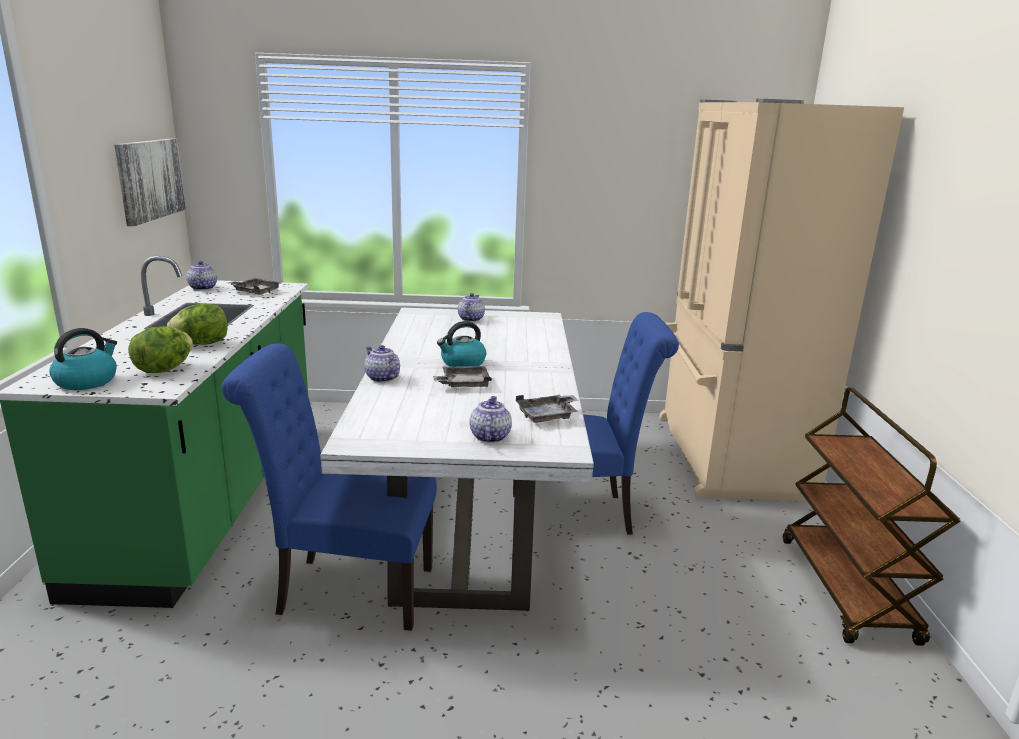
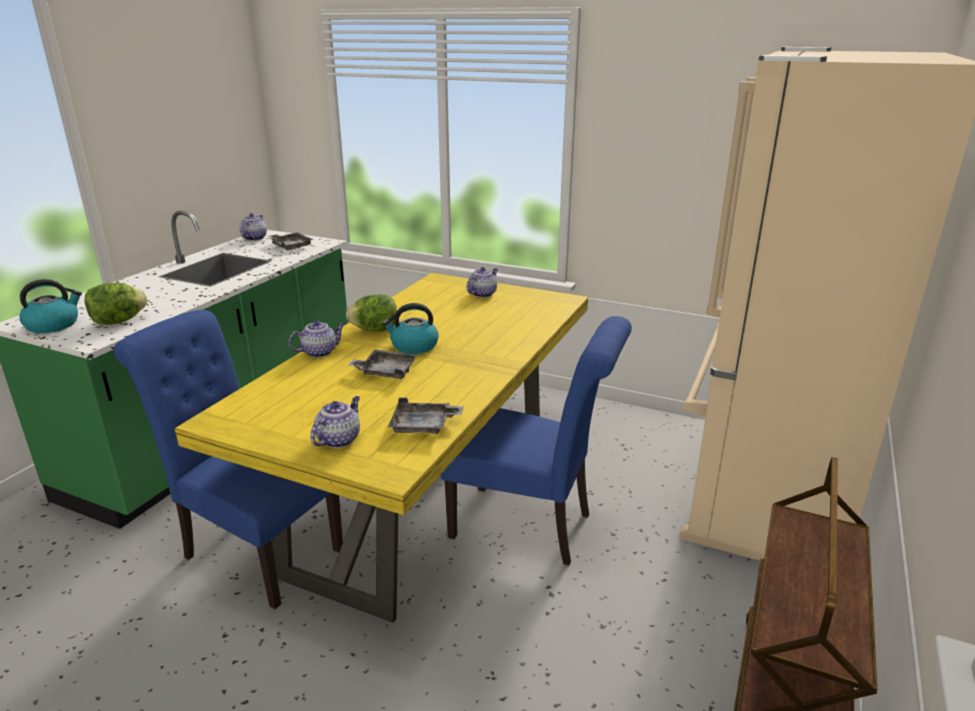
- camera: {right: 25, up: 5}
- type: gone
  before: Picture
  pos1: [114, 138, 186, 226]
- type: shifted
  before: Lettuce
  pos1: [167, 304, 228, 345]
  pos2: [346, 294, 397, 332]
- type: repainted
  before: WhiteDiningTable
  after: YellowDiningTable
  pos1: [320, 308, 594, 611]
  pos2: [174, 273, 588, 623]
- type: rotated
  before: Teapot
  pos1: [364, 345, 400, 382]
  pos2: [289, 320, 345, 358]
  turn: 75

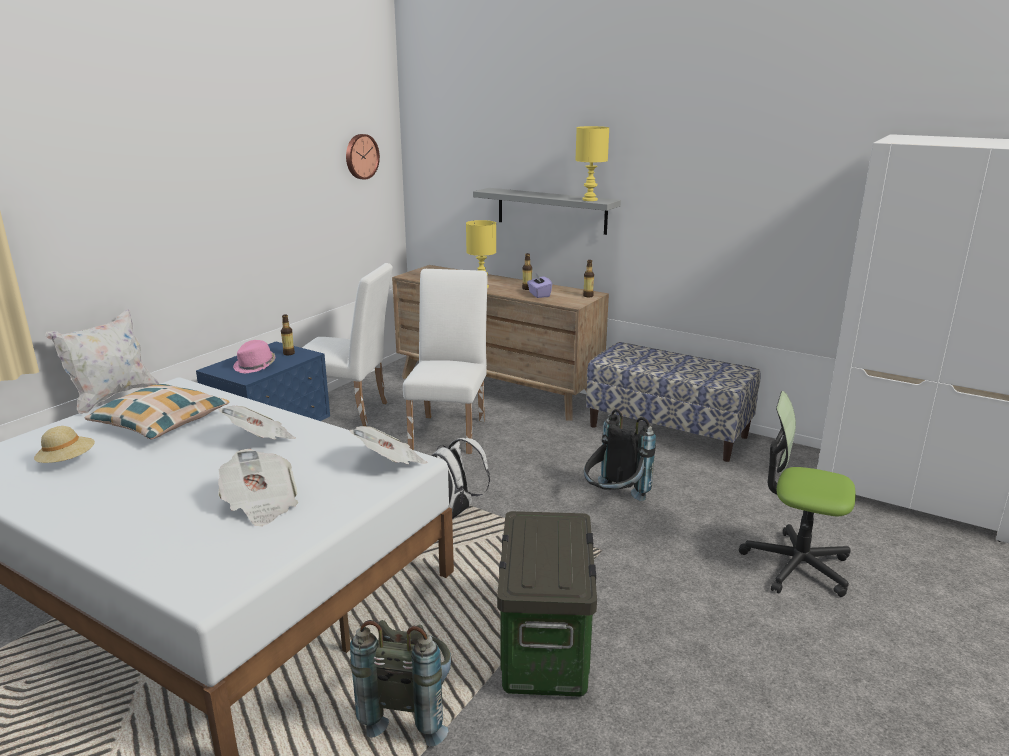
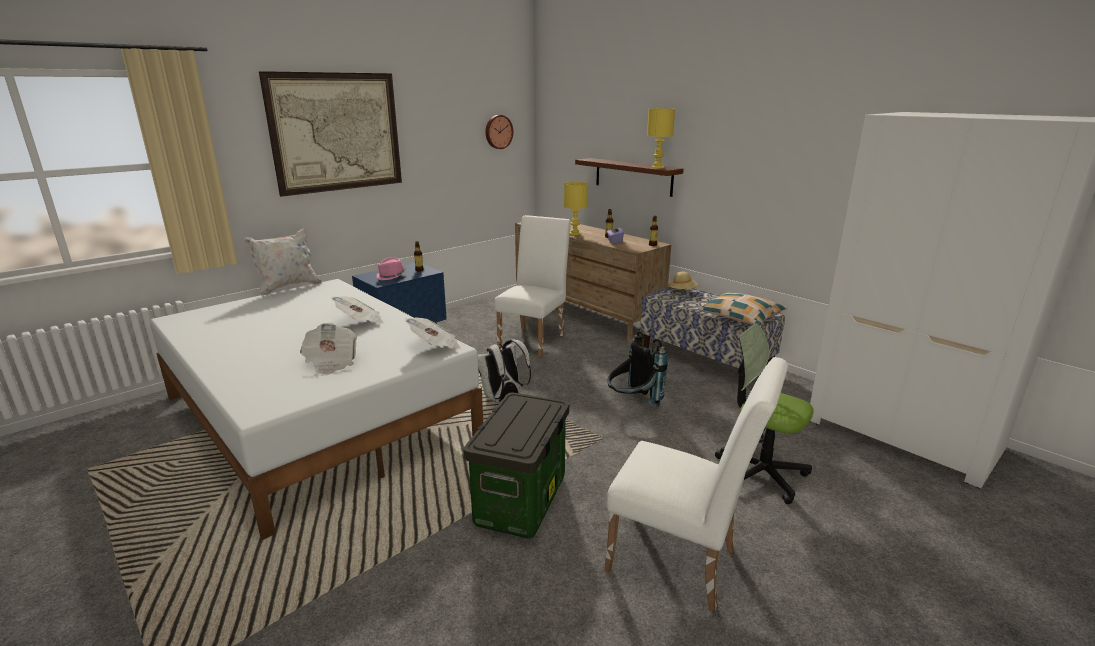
- camera: {right: 15, up: 0}
- type: gone
  before: GreyBackpack
  pos1: [350, 620, 451, 747]
- type: new
  after: Picture
  pos2: [259, 71, 402, 197]
- type: shifted
  before: BeigeHat
  pos1: [34, 426, 95, 463]
  pos2: [668, 272, 698, 289]
- type: shifted
  before: Pillow
  pos1: [84, 384, 229, 439]
  pos2: [698, 292, 787, 326]
- type: shifted
  before: WhiteChair
  pos1: [302, 263, 393, 426]
  pos2: [604, 357, 788, 612]
- type: repainted
  before: GreyShelf
  after: BrownShelf
  pos1: [473, 188, 621, 235]
  pos2: [575, 158, 684, 197]

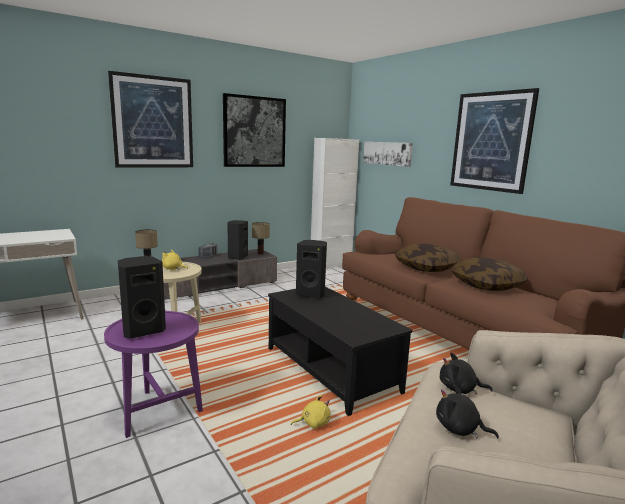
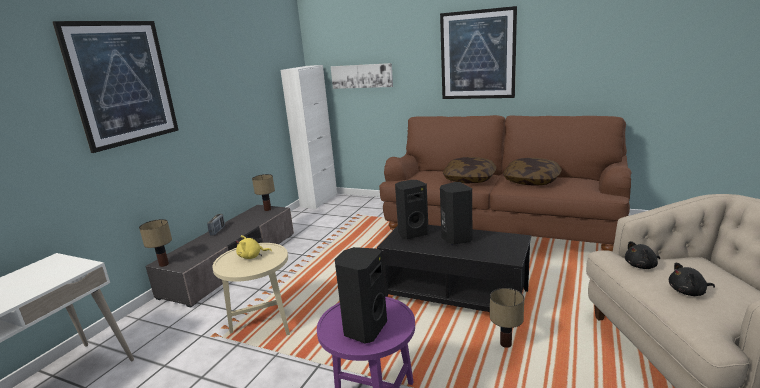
- camera: {right: -30, up: 5}
- type: gone
  before: Picture
  pos1: [223, 93, 286, 167]
- type: shifted
  before: BlackSpeaker
  pos1: [227, 220, 248, 260]
  pos2: [440, 182, 473, 244]
- type: swapped
  before: YellowPlushToy
  after: TableLamp
  pos1: [291, 395, 331, 429]
  pos2: [490, 288, 524, 348]

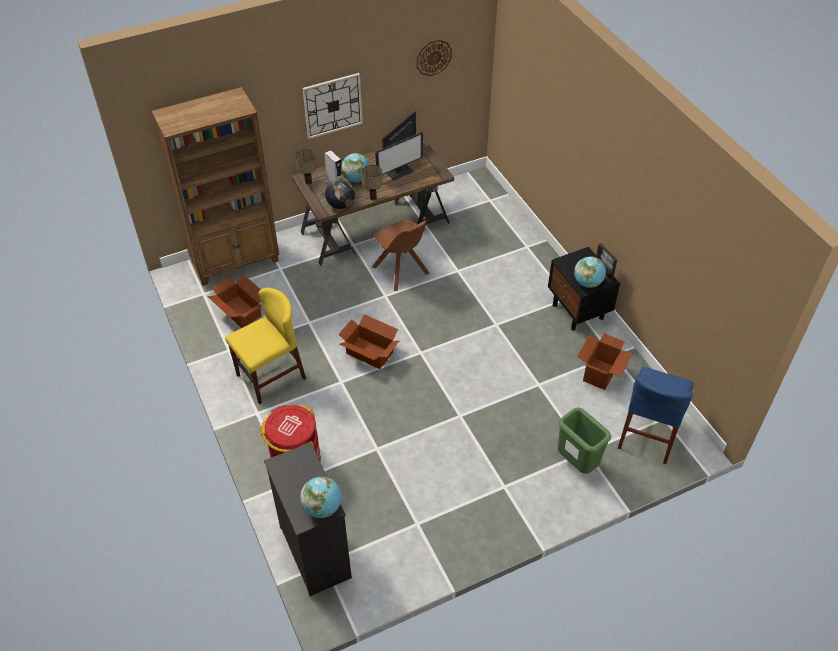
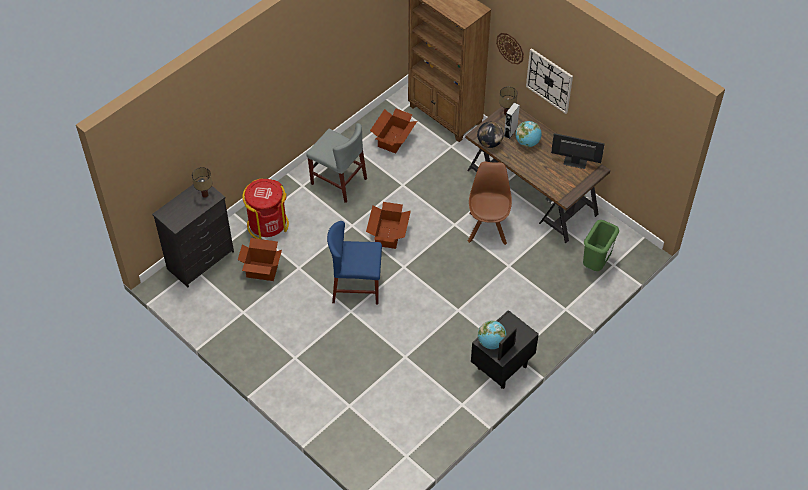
- camera: {right: 70, up: 5}
- type: gone
  before: Globe
  pos1: [300, 477, 341, 518]
- type: gone
  before: Monitor
  pos1: [375, 132, 423, 181]
- type: shifted
  before: TableLamp
  pos1: [362, 165, 383, 200]
  pos2: [192, 167, 212, 198]
- type: shifted
  before: WallClock
  pos1: [416, 40, 452, 76]
  pos2: [496, 33, 524, 65]
- type: shifted
  before: GreenTrashCan
  pos1: [558, 407, 611, 474]
  pos2: [583, 220, 619, 271]
- type: shifted
  before: CardboardBox
  pos1: [577, 333, 633, 390]
  pos2: [238, 238, 282, 281]
- type: shifted
  before: BlueChair
  pos1: [618, 367, 694, 464]
  pos2: [327, 221, 382, 304]
- type: repainted
  before: YellowChair
  after: GreyChair
  pos1: [225, 288, 306, 404]
  pos2: [306, 123, 367, 203]
- type: rotated
  before: BrownChair
  pos1: [372, 219, 429, 291]
  pos2: [468, 161, 512, 245]
  turn: 150

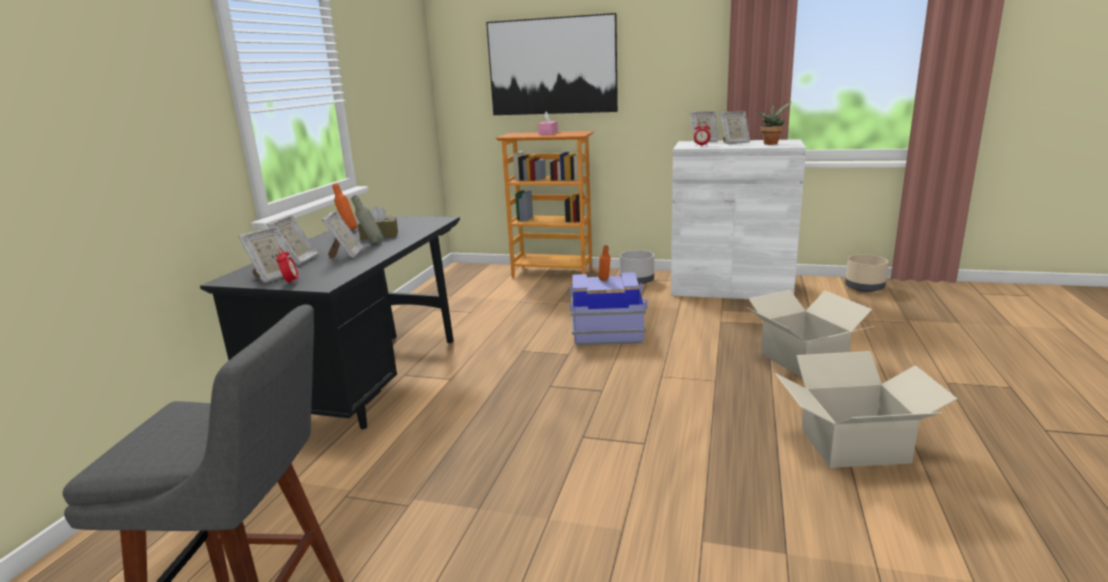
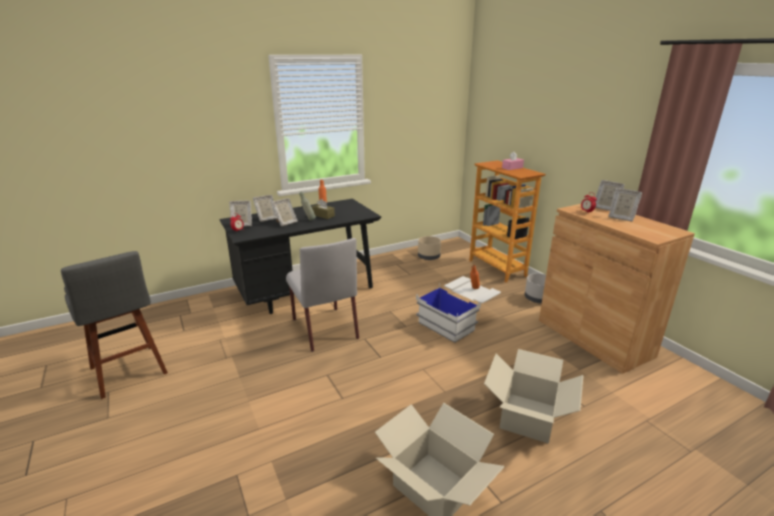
- camera: {right: 45, up: 5}
- type: gone
  before: Picture
  pos1: [486, 13, 618, 115]
- type: gone
  before: PottedPlant
  pos1: [757, 102, 792, 145]
- type: new
  after: GreyChair
  pos2: [286, 238, 359, 352]
- type: shifted
  before: BeigePlanter
  pos1: [845, 255, 889, 292]
  pos2: [418, 236, 441, 260]
- type: repainted
  before: BlueStorageBox
  after: WhiteStorageBox
  pos1: [570, 272, 648, 346]
  pos2: [416, 276, 501, 343]
- type: repainted
  before: WhiteCabinet
  after: BrownCabinet
  pos1: [671, 139, 806, 299]
  pos2: [539, 204, 695, 374]

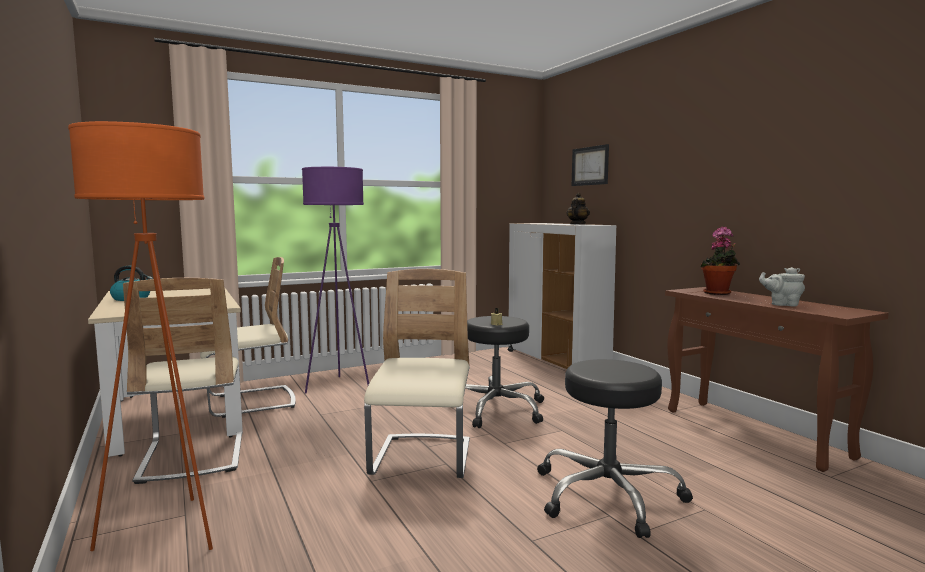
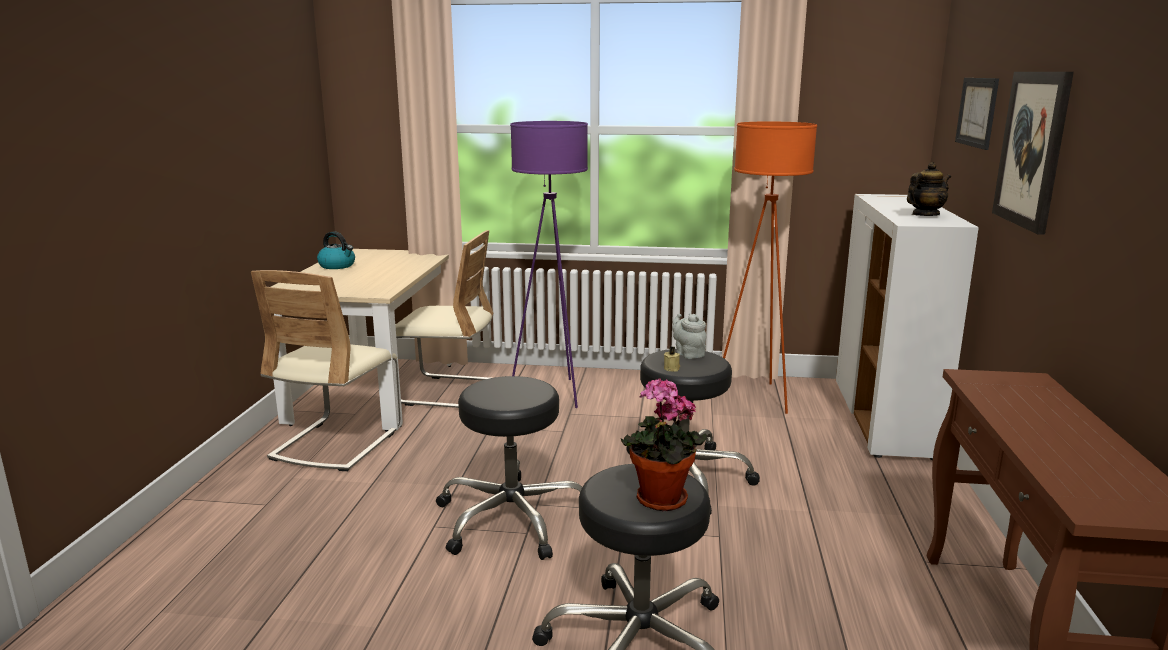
- camera: {right: 35, up: 10}
- type: new
  after: Picture
  pos2: [992, 72, 1074, 235]
- type: shifted
  before: OrangeFloorLamp
  pos1: [68, 121, 213, 551]
  pos2: [723, 121, 817, 414]
- type: shifted
  before: PottedPlant
  pos1: [700, 226, 740, 295]
  pos2: [621, 378, 707, 512]
- type: shifted
  before: GreyTeapot
  pos1: [759, 267, 805, 306]
  pos2: [672, 313, 706, 359]
- type: swapped
  before: BeigeChair
  after: BlackStool
  pos1: [364, 269, 470, 478]
  pos2: [436, 376, 582, 560]

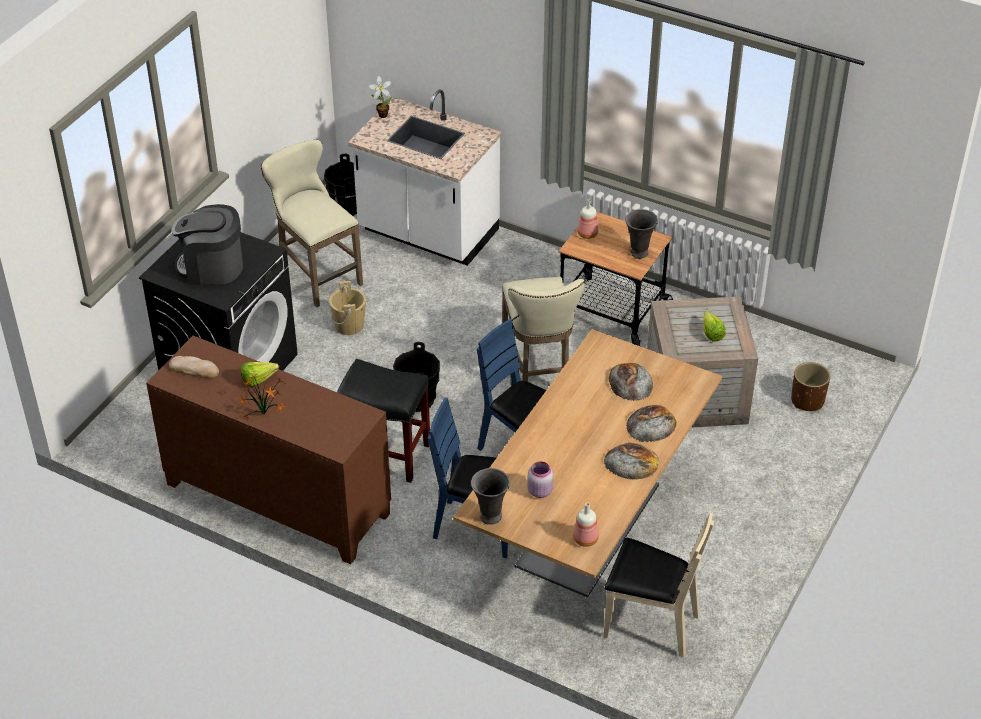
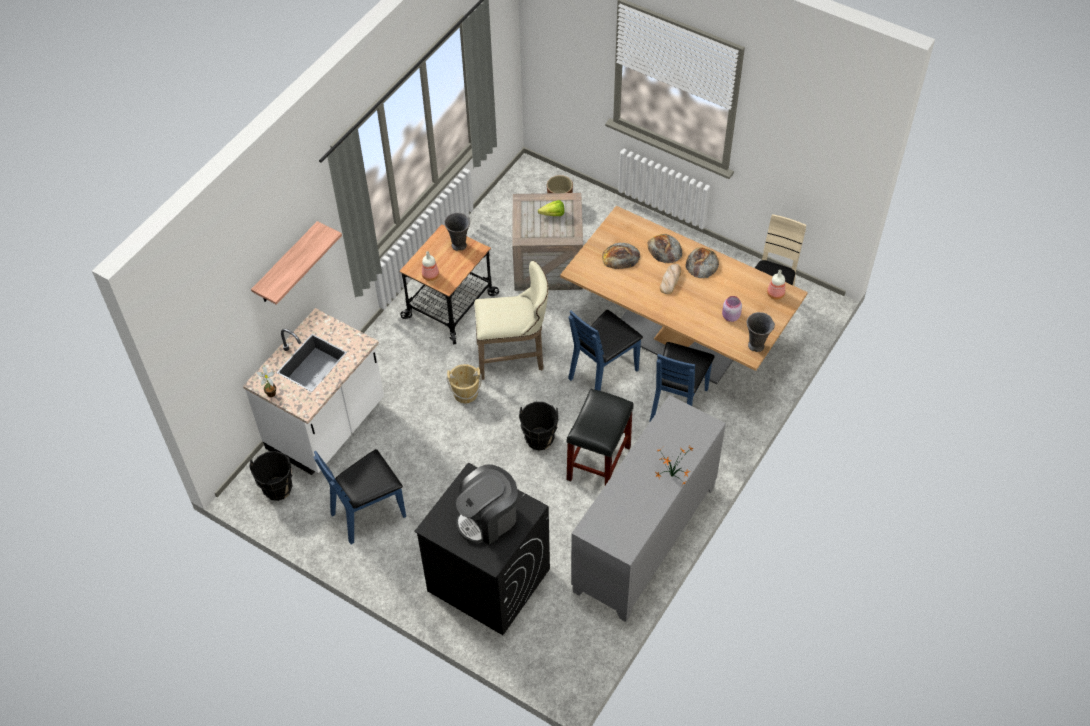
- camera: {right: -85, up: 10}
- type: gone
  before: Lettuce
  pos1: [241, 362, 279, 387]
- type: new
  after: Shelf
  pos2: [251, 221, 342, 305]
- type: shifted
  before: Bread
  pos1: [169, 356, 219, 378]
  pos2: [660, 264, 681, 294]
- type: shifted
  before: BeigeBucket
  pos1: [329, 281, 366, 335]
  pos2: [447, 364, 482, 403]
- type: swapped
  before: BeigeStool
  after: BlueChair
  pos1: [261, 139, 363, 307]
  pos2: [313, 449, 406, 544]
- type: repainted
  before: BrownCabinet
  after: GreyCabinet
  pos1: [146, 335, 391, 564]
  pos2: [571, 395, 726, 622]
- type: rotated
  before: CoffeeMachine
  pos1: [171, 204, 243, 285]
  pos2: [456, 464, 518, 545]
  turn: 45

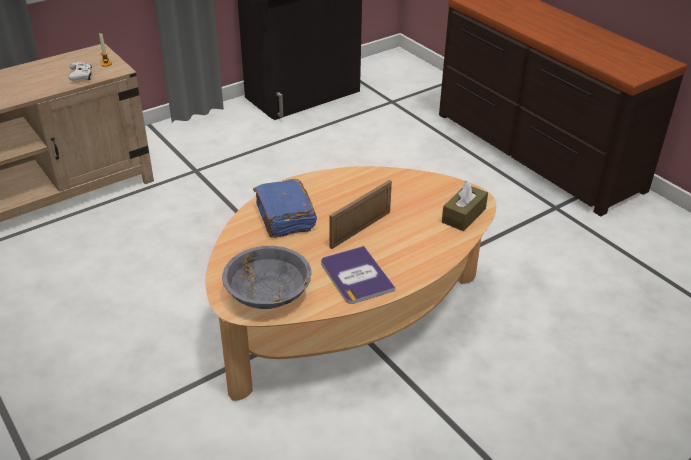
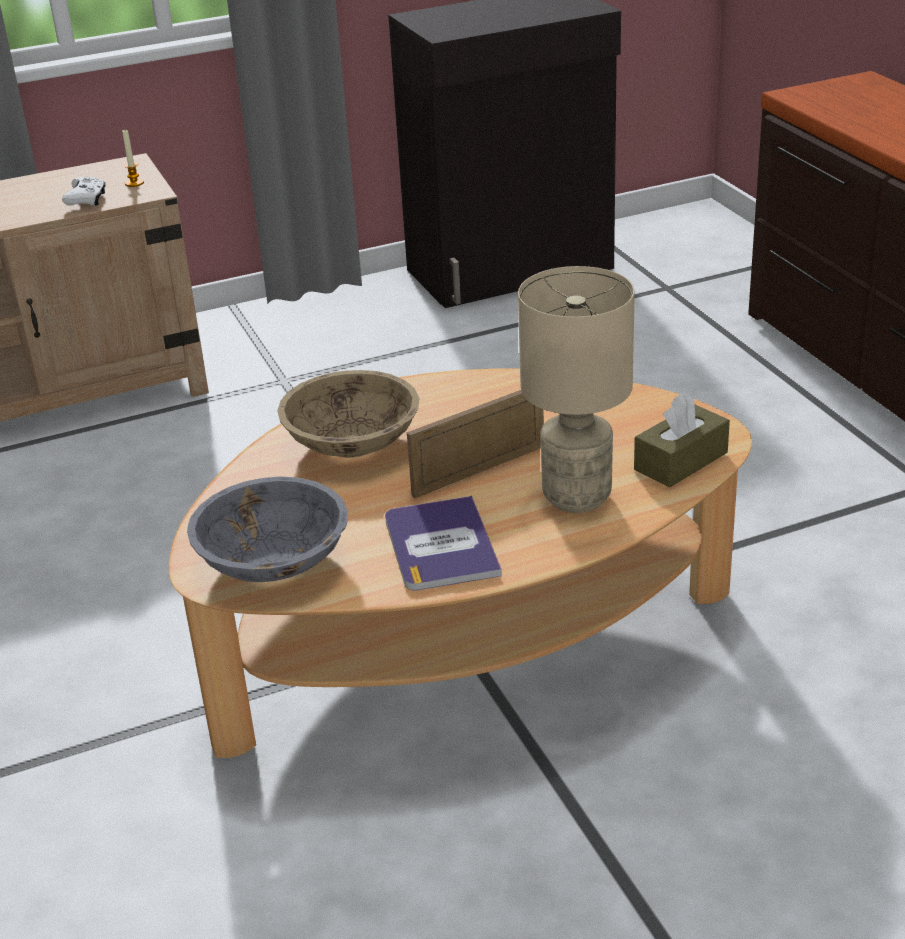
- camera: {right: 15, up: -5}
- type: new
  after: BeigeTableLamp
  pos2: [518, 266, 635, 513]
- type: swapped
  before: BlueBook
  after: BeigeBowl
  pos1: [253, 179, 317, 238]
  pos2: [277, 370, 419, 458]

